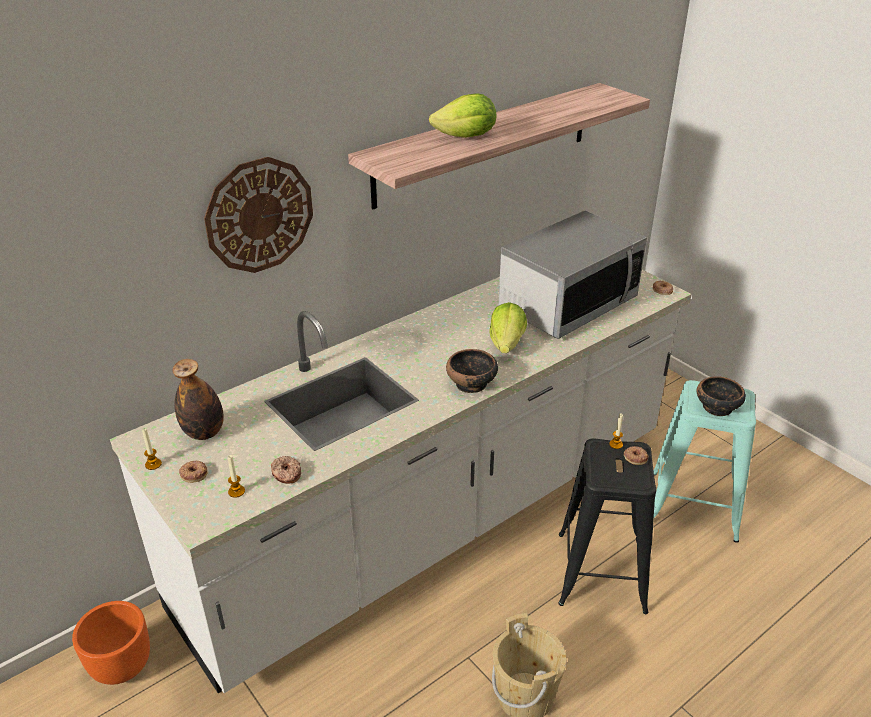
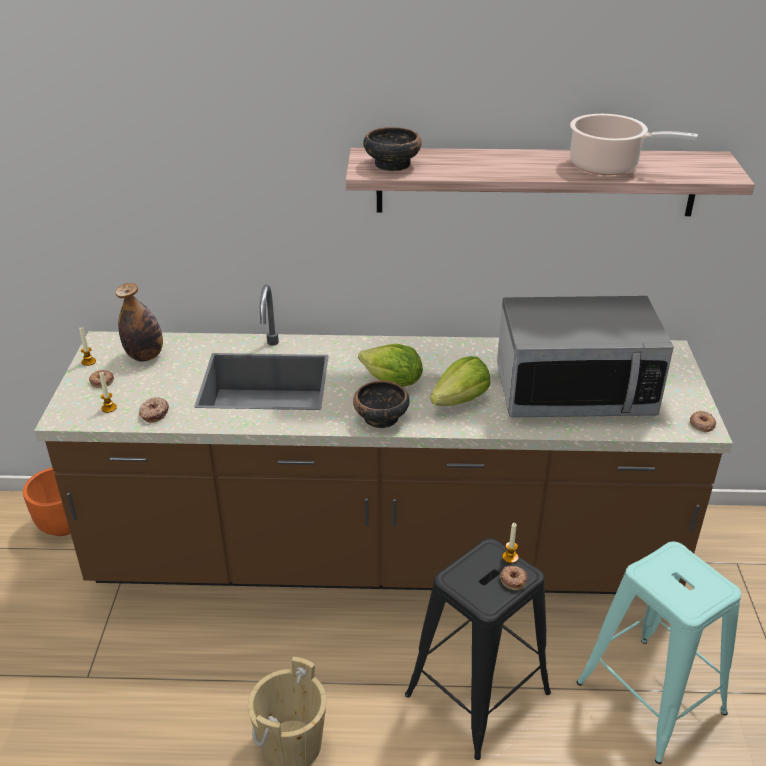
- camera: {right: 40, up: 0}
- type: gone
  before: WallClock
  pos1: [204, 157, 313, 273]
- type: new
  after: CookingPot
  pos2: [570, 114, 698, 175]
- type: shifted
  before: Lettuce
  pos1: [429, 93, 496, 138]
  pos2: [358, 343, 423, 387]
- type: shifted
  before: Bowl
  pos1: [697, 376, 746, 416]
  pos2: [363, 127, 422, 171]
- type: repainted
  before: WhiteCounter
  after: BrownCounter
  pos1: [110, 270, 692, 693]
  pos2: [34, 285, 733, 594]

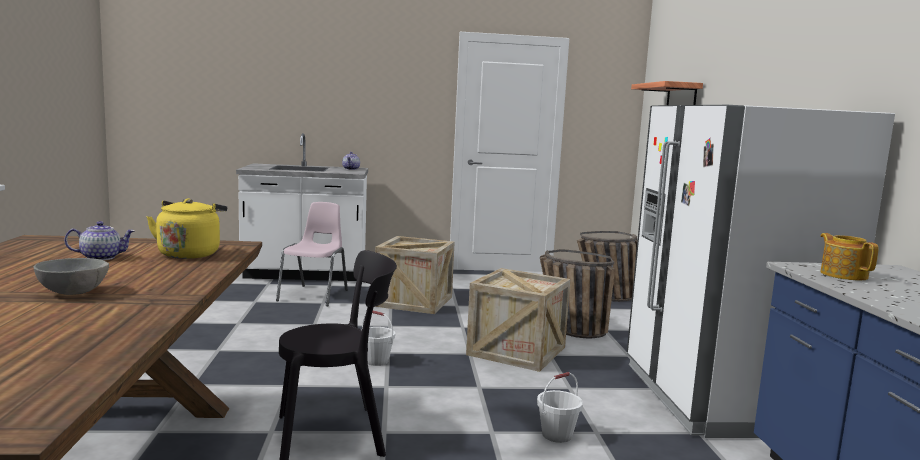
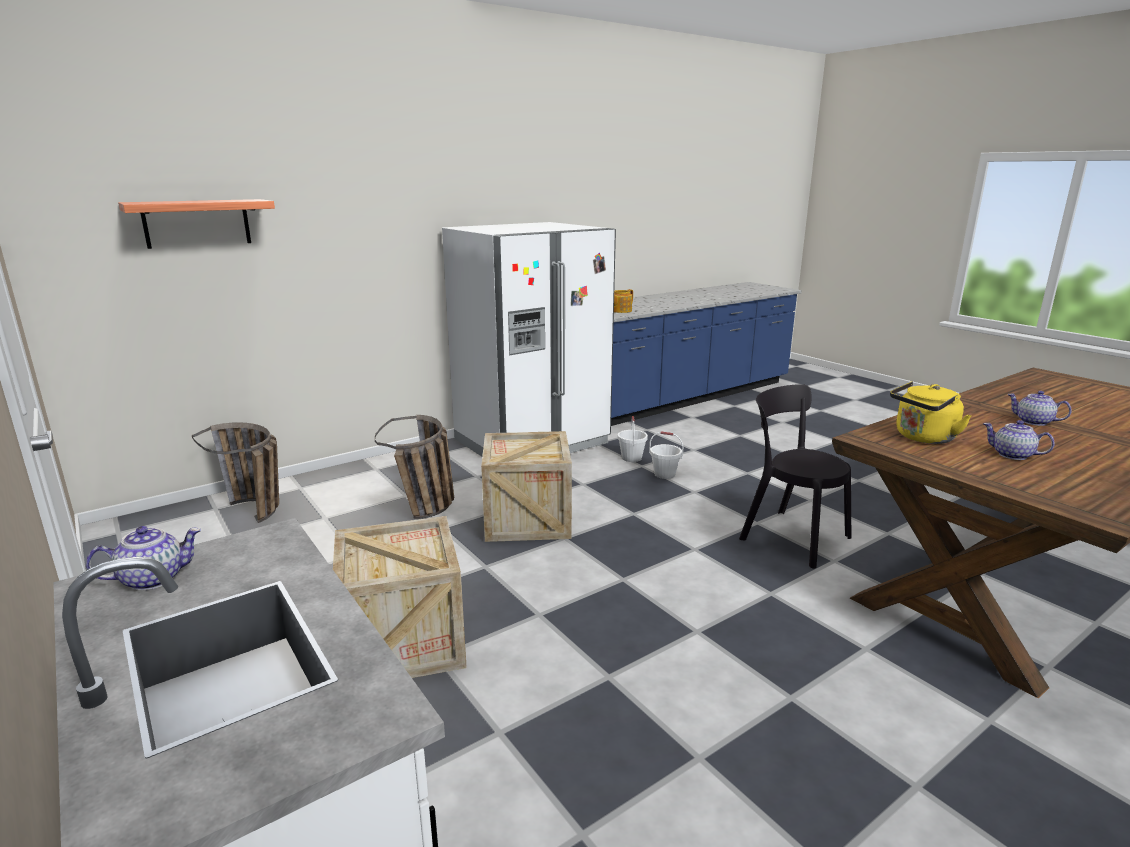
- camera: {right: -120, up: 10}
- type: gone
  before: PinkChair
  pos1: [276, 202, 348, 306]
- type: shifted
  before: WhiteBucket
  pos1: [362, 310, 395, 366]
  pos2: [618, 416, 648, 462]
- type: swapped
  before: GreyBowl
  after: Teapot
  pos1: [34, 258, 109, 295]
  pos2: [1007, 391, 1071, 426]

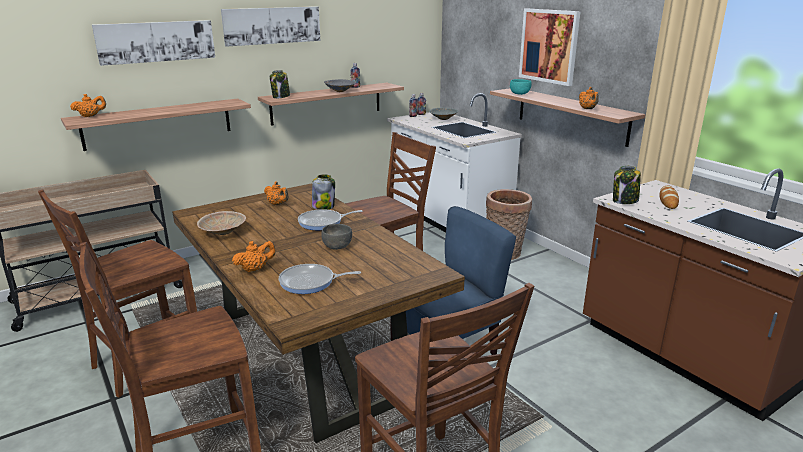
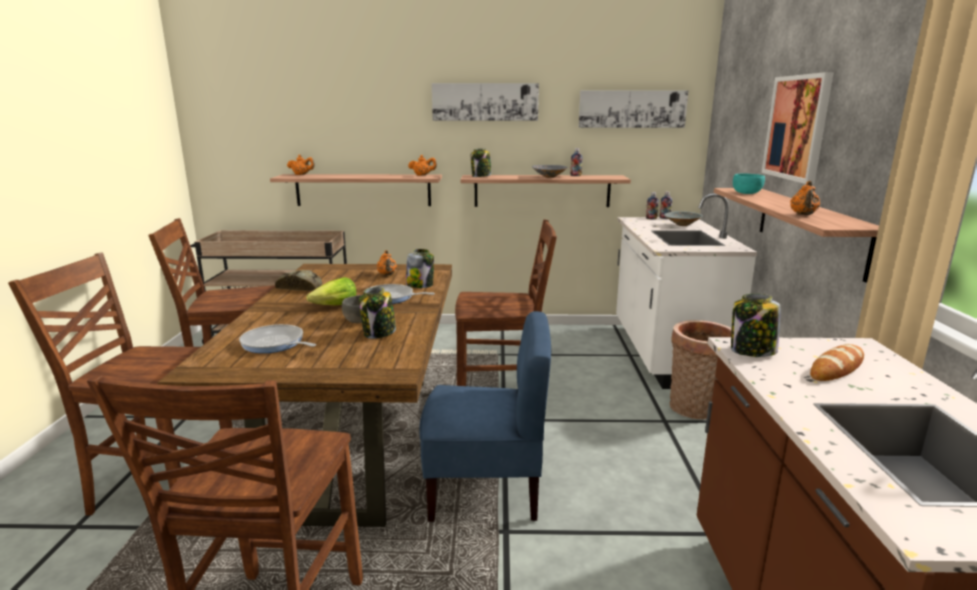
- camera: {right: 35, up: -5}
- type: new
  after: Lettuce
  pos2: [306, 277, 356, 305]
- type: new
  after: Jar
  pos2: [359, 287, 396, 339]
- type: shifted
  before: Picture
  pos1: [92, 20, 215, 66]
  pos2: [578, 90, 688, 128]
- type: shifted
  before: OrangeTeapot
  pos1: [232, 241, 276, 272]
  pos2: [408, 155, 437, 176]
- type: swapped
  before: BeigeBowl
  after: Bread
  pos1: [197, 211, 246, 235]
  pos2: [275, 270, 322, 291]

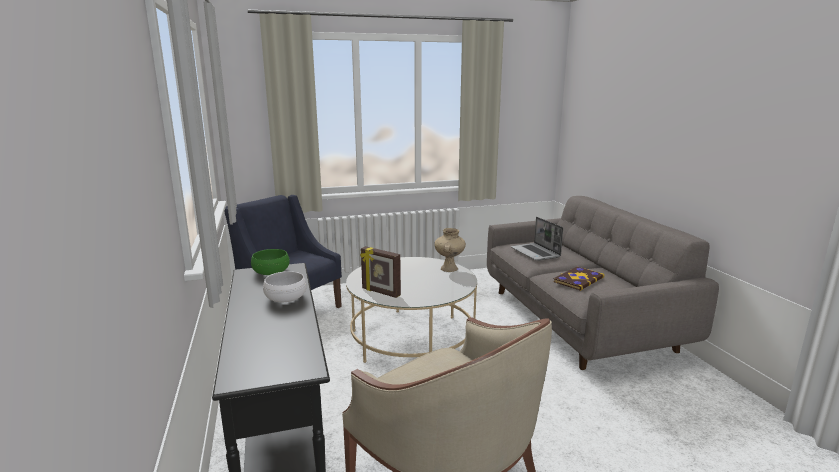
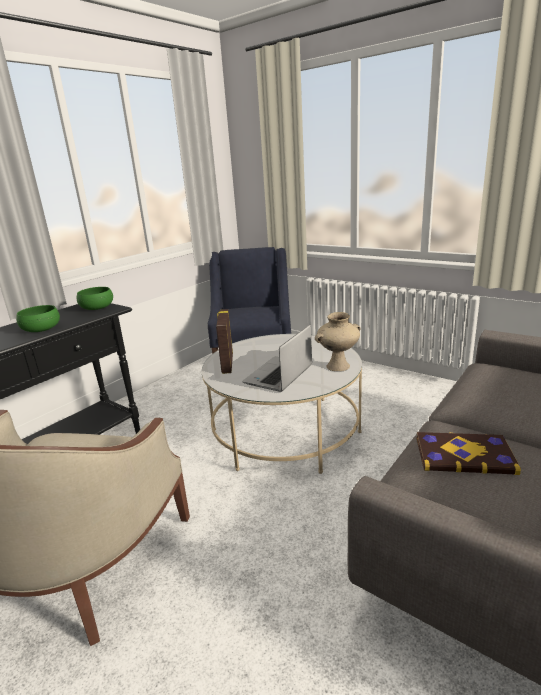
- camera: {right: 55, up: 5}
- type: shifted
  before: Laptop
  pos1: [511, 217, 563, 261]
  pos2: [242, 325, 312, 392]
- type: repainted
  before: WhiteBowl
  after: GreenBowl
  pos1: [263, 271, 307, 302]
  pos2: [16, 305, 60, 332]

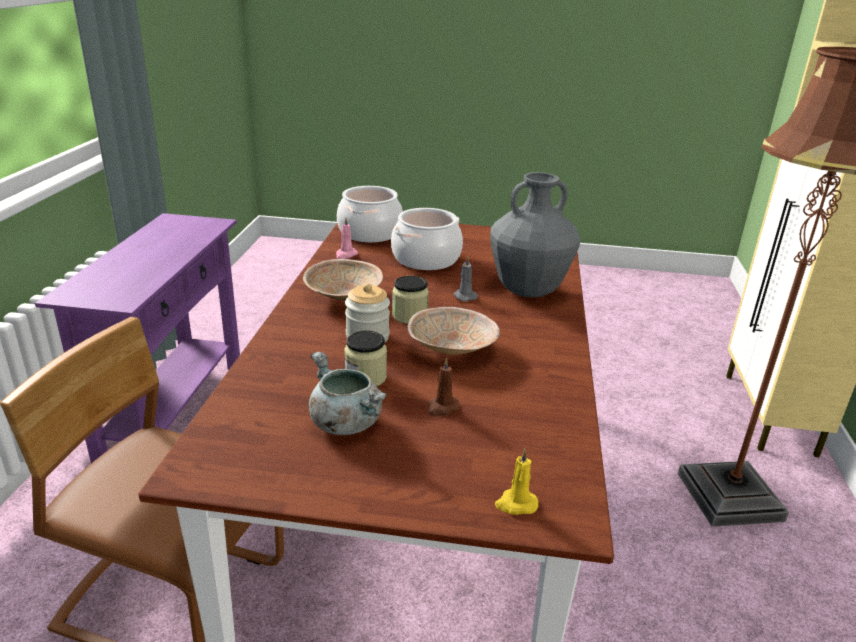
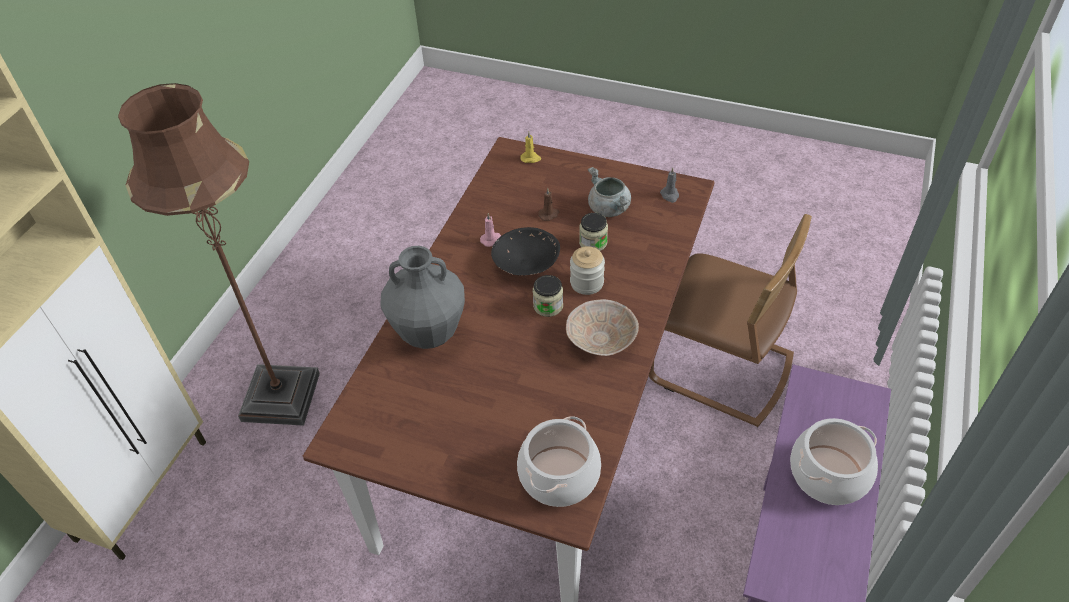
- camera: {right: -165, up: 20}
- type: shifted
  before: PinkCandle
  pos1: [336, 218, 358, 259]
  pos2: [480, 213, 501, 247]
- type: shifted
  before: CookingPot
  pos1: [391, 208, 463, 270]
  pos2: [790, 418, 878, 505]
- type: shifted
  before: GreyCandle
  pos1: [453, 257, 478, 302]
  pos2: [660, 168, 679, 203]
- type: repainted
  before: BeigeBowl
  after: BlackBowl
  pos1: [408, 307, 500, 355]
  pos2: [491, 227, 560, 275]

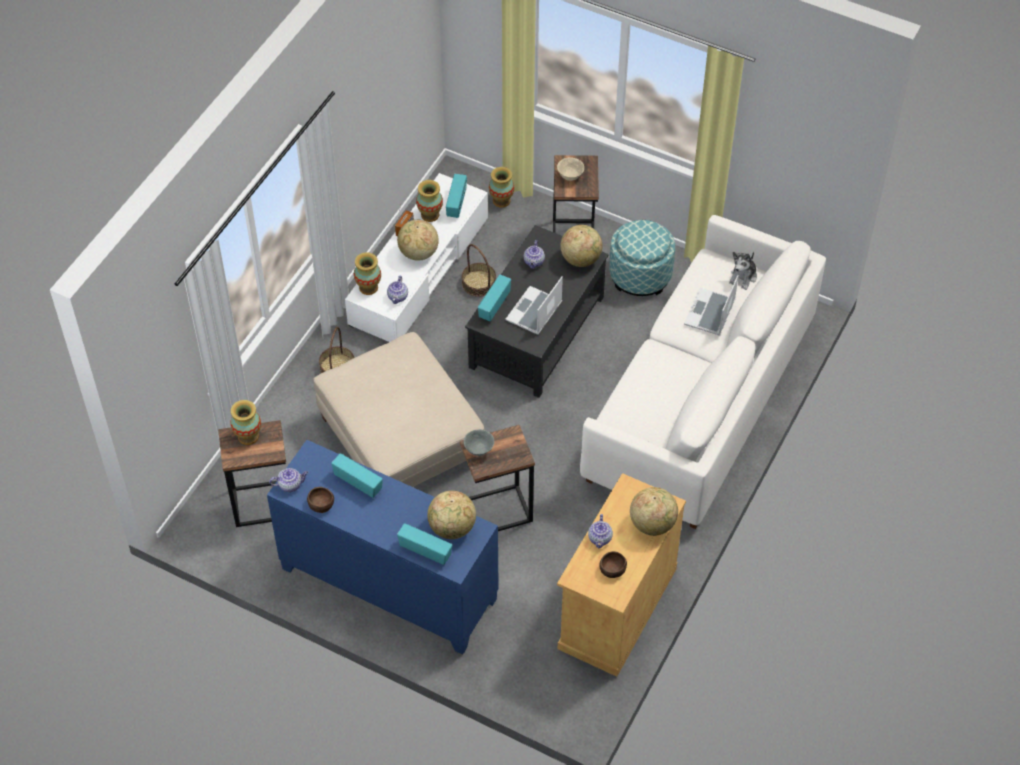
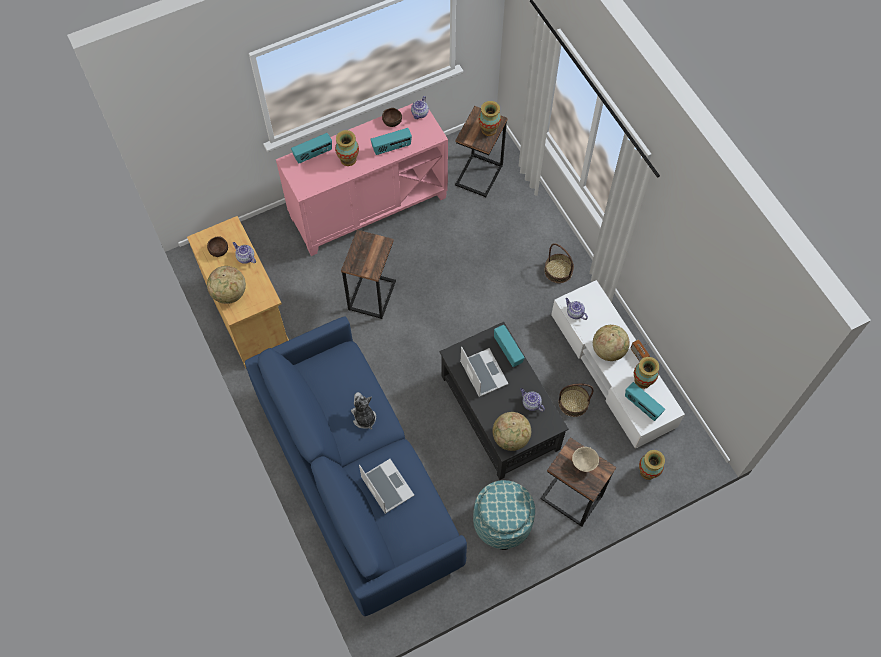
- camera: {right: 125, up: 10}
- type: gone
  before: BeigeOttoman
  pos1: [313, 332, 485, 487]
- type: gone
  before: Globe
  pos1: [427, 491, 476, 539]
- type: gone
  before: GreyBowl
  pos1: [464, 429, 494, 456]
- type: shifted
  before: Vase
  pos1: [354, 252, 381, 295]
  pos2: [335, 130, 359, 166]
- type: shifted
  before: PlushToy
  pos1: [729, 252, 757, 290]
  pos2: [351, 392, 376, 430]
- type: repainted
  before: BlueCabinet
  after: PinkCabinet
  pos1: [267, 440, 499, 655]
  pos2: [276, 104, 448, 256]
- type: repainted
  before: WhiteSofa
  after: BlueSofa
  pos1: [580, 215, 826, 529]
  pos2: [245, 316, 467, 616]

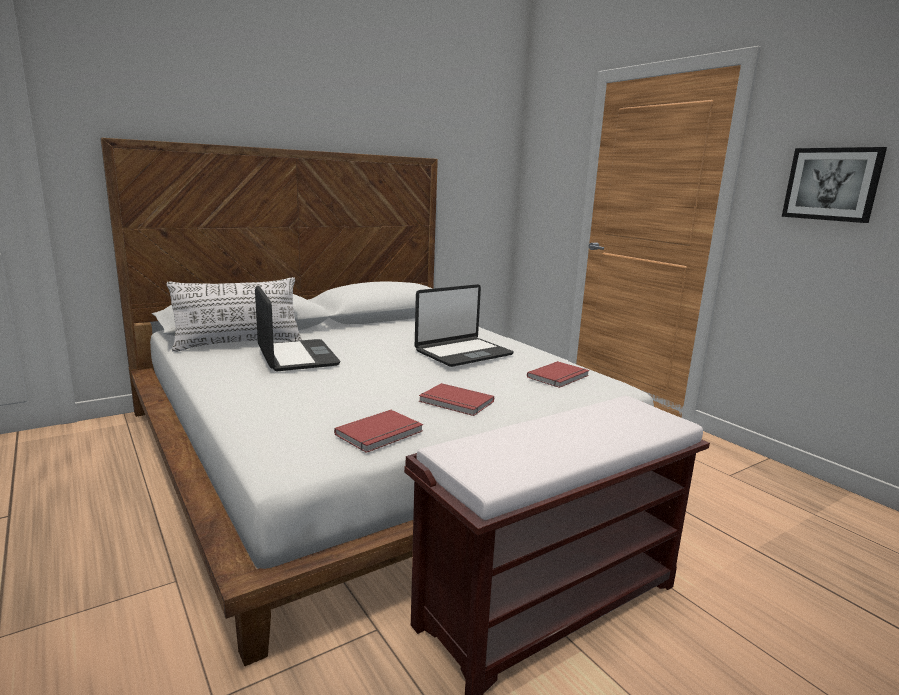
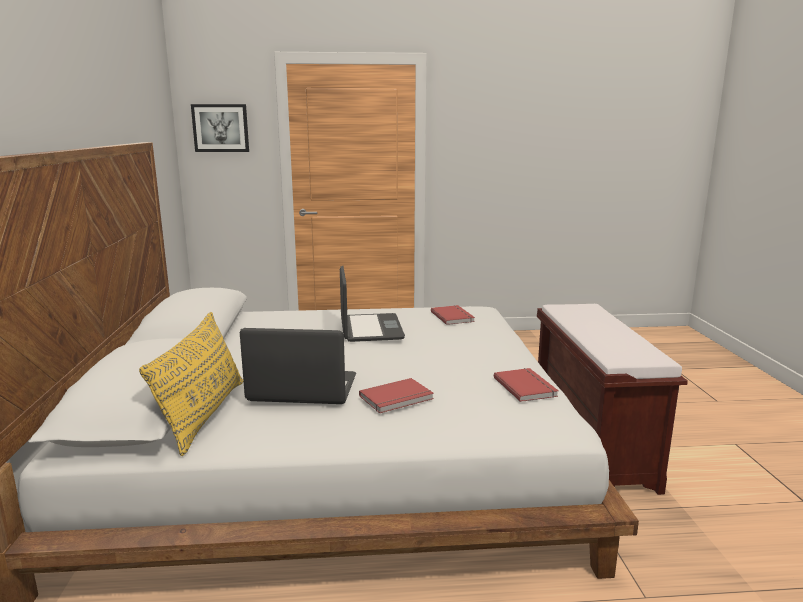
- camera: {right: -60, up: 0}
- type: shifted
  before: RedBook
  pos1: [419, 383, 494, 416]
  pos2: [359, 378, 434, 413]
- type: shifted
  before: Picture
  pos1: [782, 147, 887, 223]
  pos2: [191, 104, 249, 152]
- type: repainted
  before: WhitePillow
  after: YellowPillow
  pos1: [167, 277, 302, 352]
  pos2: [139, 312, 243, 456]

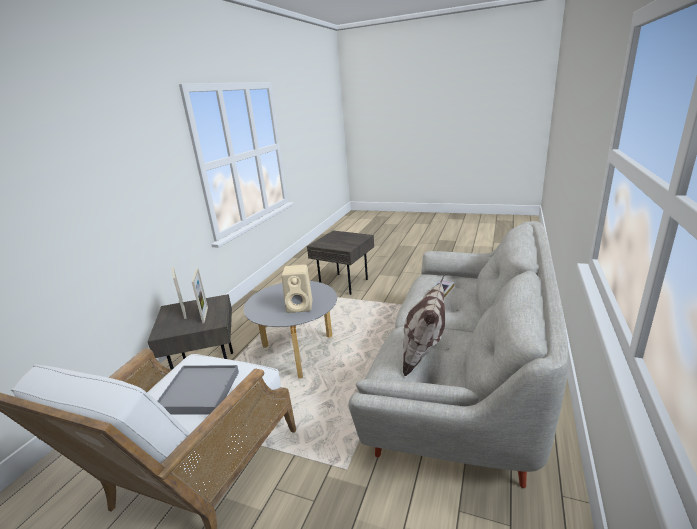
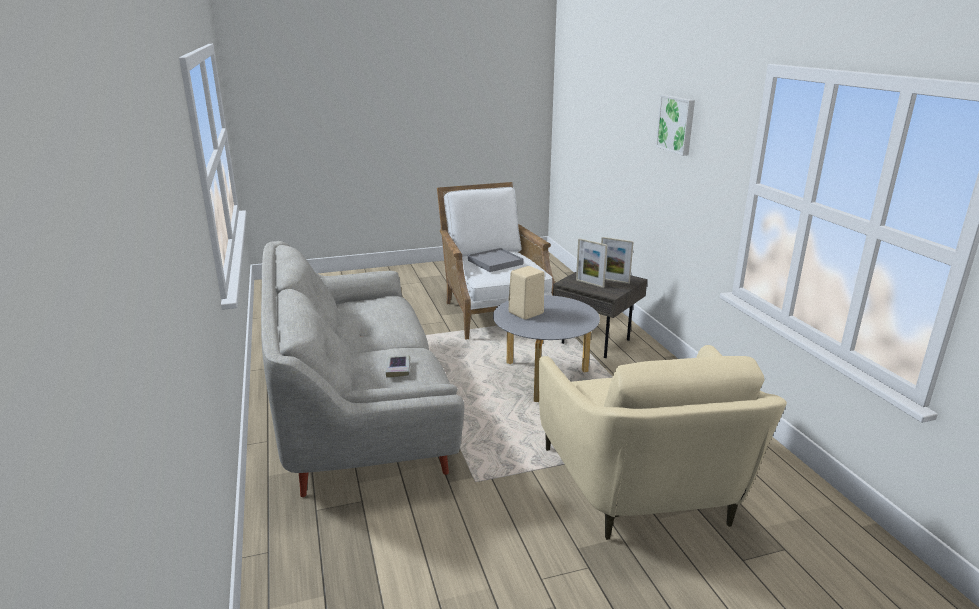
- camera: {right: 140, up: 0}
- type: gone
  before: Pillow
  pos1: [403, 275, 446, 376]
- type: new
  after: Picture
  pos2: [656, 95, 695, 156]
- type: swapped
  before: GreySideTable
  after: BeigeArmchair
  pos1: [307, 231, 374, 295]
  pos2: [539, 345, 787, 540]

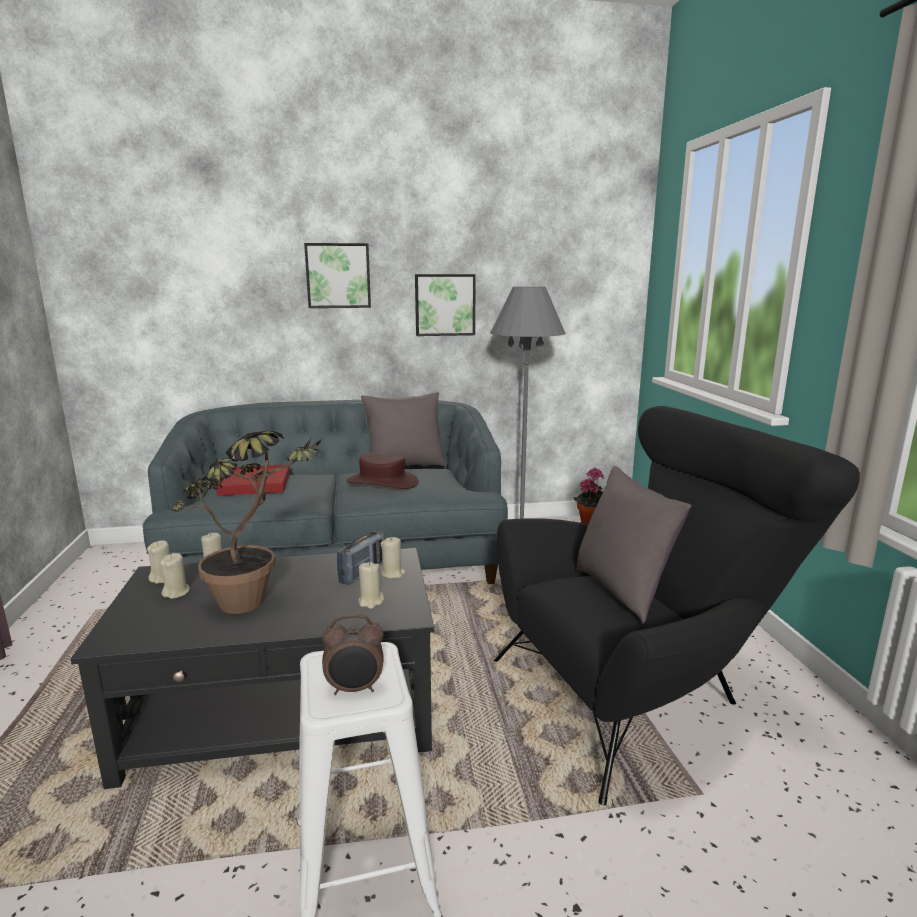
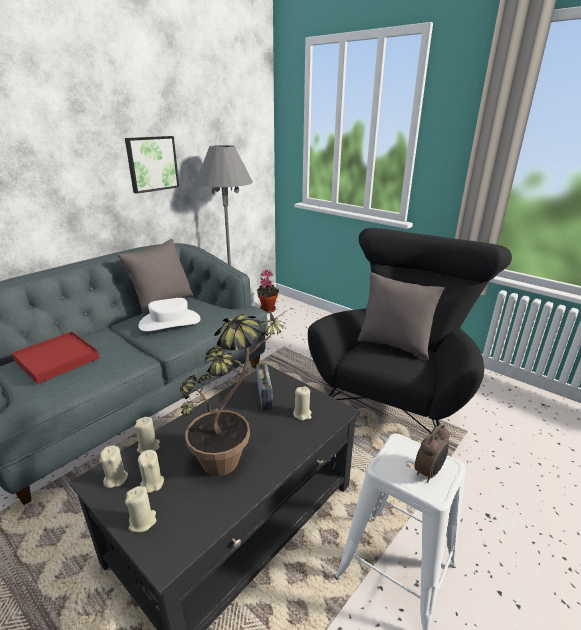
- camera: {right: -40, up: 10}
- type: gone
  before: Picture
  pos1: [304, 243, 371, 308]
- type: shifted
  before: BeigeCandle
  pos1: [380, 537, 406, 578]
  pos2: [125, 486, 156, 532]
- type: repainted
  before: BrownHat
  after: WhiteHat
  pos1: [346, 453, 419, 489]
  pos2: [139, 298, 201, 332]

